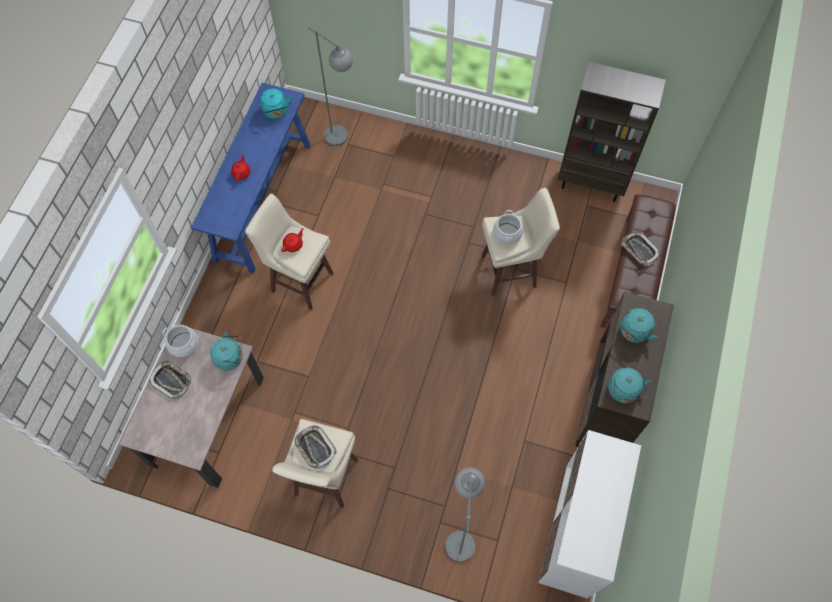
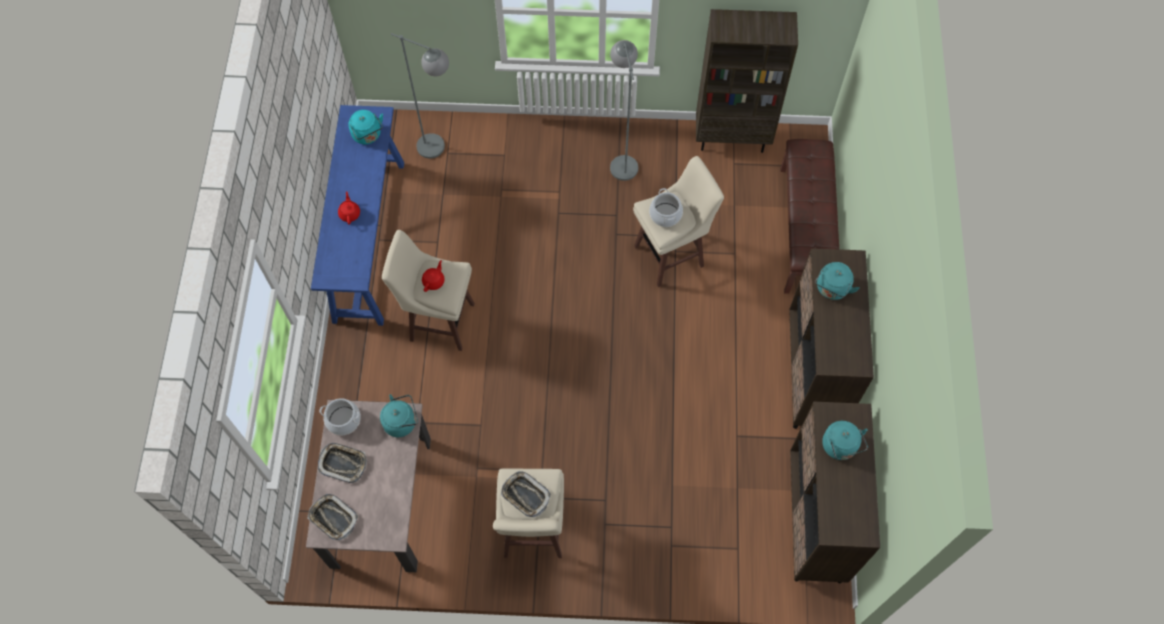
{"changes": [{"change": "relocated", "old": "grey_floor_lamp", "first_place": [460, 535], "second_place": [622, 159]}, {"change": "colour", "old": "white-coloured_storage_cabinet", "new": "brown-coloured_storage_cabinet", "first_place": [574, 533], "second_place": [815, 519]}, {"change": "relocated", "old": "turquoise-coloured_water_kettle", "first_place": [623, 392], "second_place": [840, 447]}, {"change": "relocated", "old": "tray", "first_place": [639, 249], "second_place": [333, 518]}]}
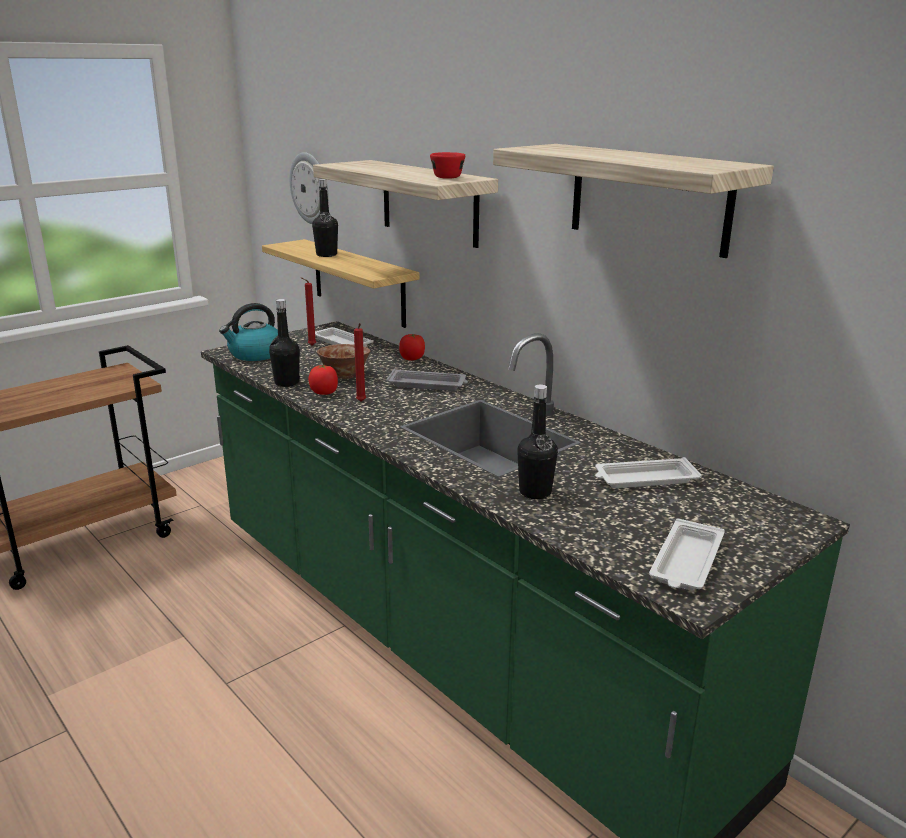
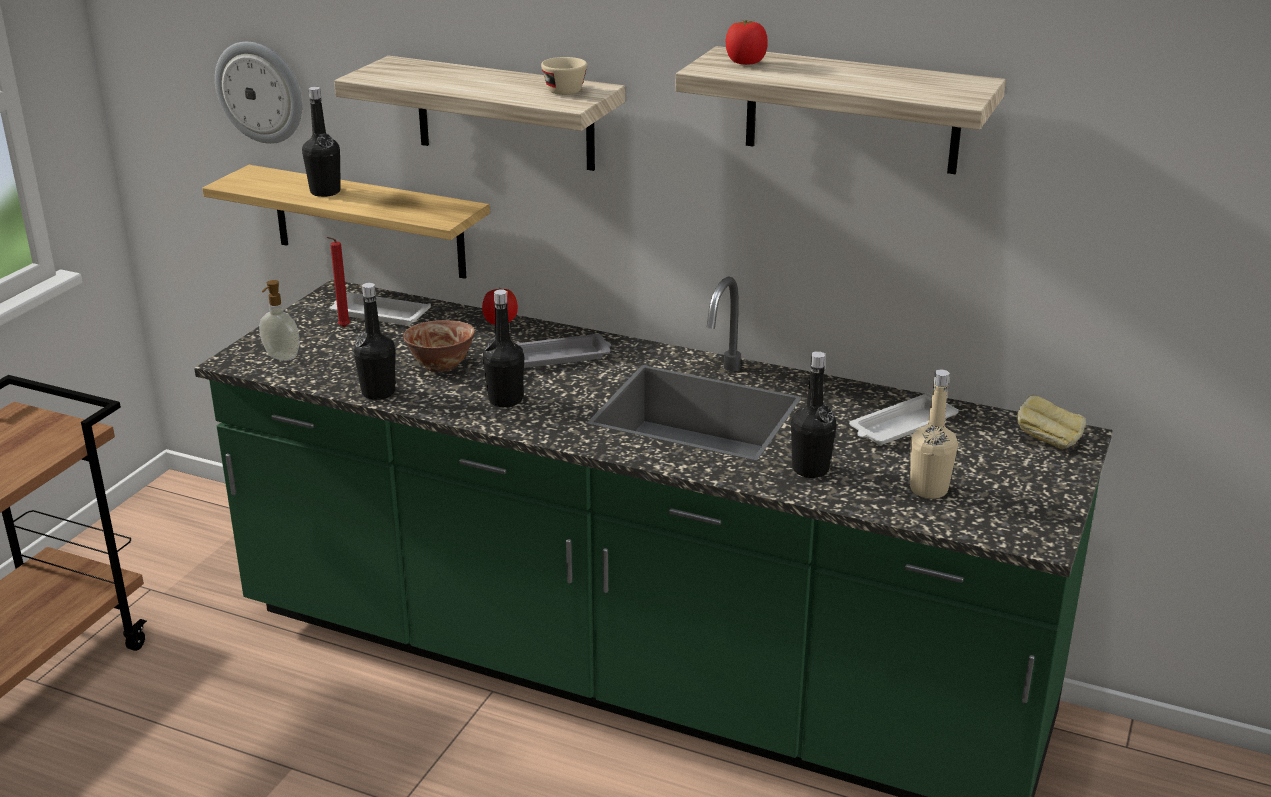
{"changes": [{"change": "exchanged", "old": "water_kettle", "new": "soap_bottle", "first_place": [255, 354], "second_place": [281, 357]}, {"change": "relocated", "old": "whole_tomato", "first_place": [324, 393], "second_place": [745, 63]}, {"change": "exchanged", "old": "red_candle", "new": "black-coloured_beverage_bottle", "first_place": [361, 402], "second_place": [505, 400]}, {"change": "colour", "old": "red_drinking_cup", "new": "sand-coloured_drinking_cup", "first_place": [447, 177], "second_place": [561, 90]}, {"change": "missing", "old": "white-coloured_tray", "first_place": [686, 562]}, {"change": "appeared", "new": "sand-coloured_beverage_bottle", "second_place": [928, 489]}, {"change": "appeared", "new": "baked_bread", "second_place": [1047, 441]}]}
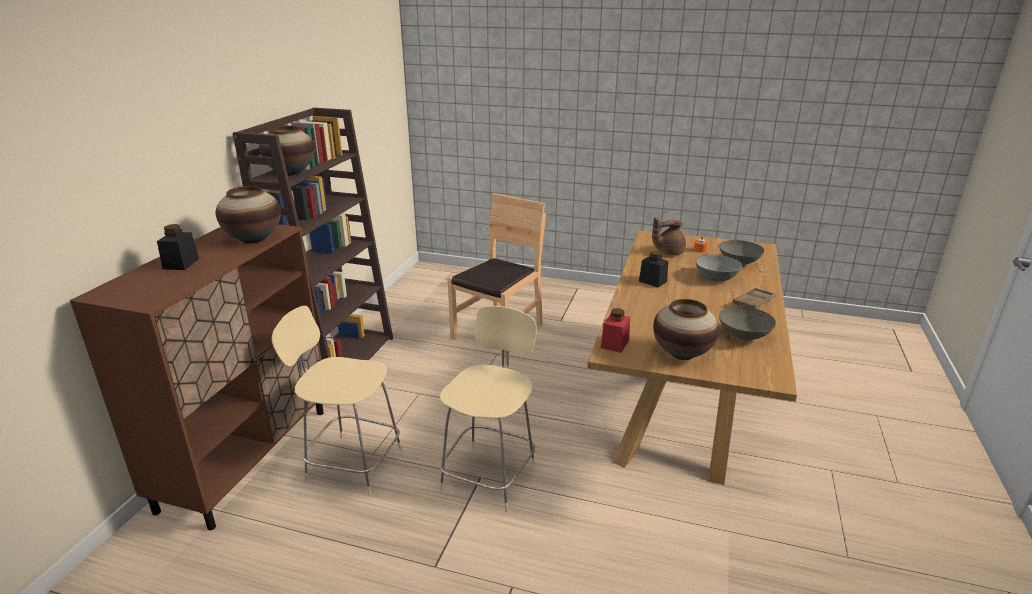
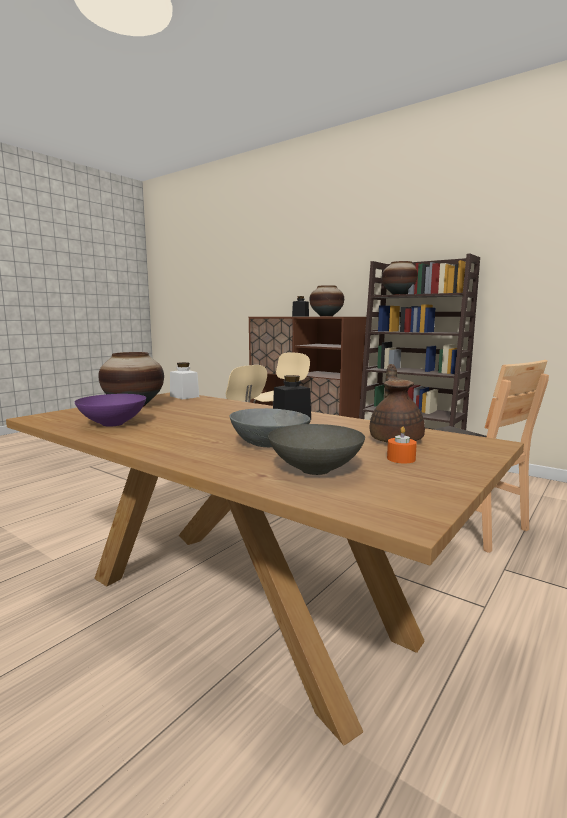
{"changes": [{"change": "colour", "old": "red_storage_jar", "new": "white-coloured_storage_jar", "first_place": [615, 344], "second_place": [184, 396]}, {"change": "colour", "old": "grey_serving_bowl", "new": "purple-coloured_serving_bowl", "first_place": [743, 336], "second_place": [114, 424]}, {"change": "missing", "old": "brown-coloured_tray", "first_place": [754, 302]}]}
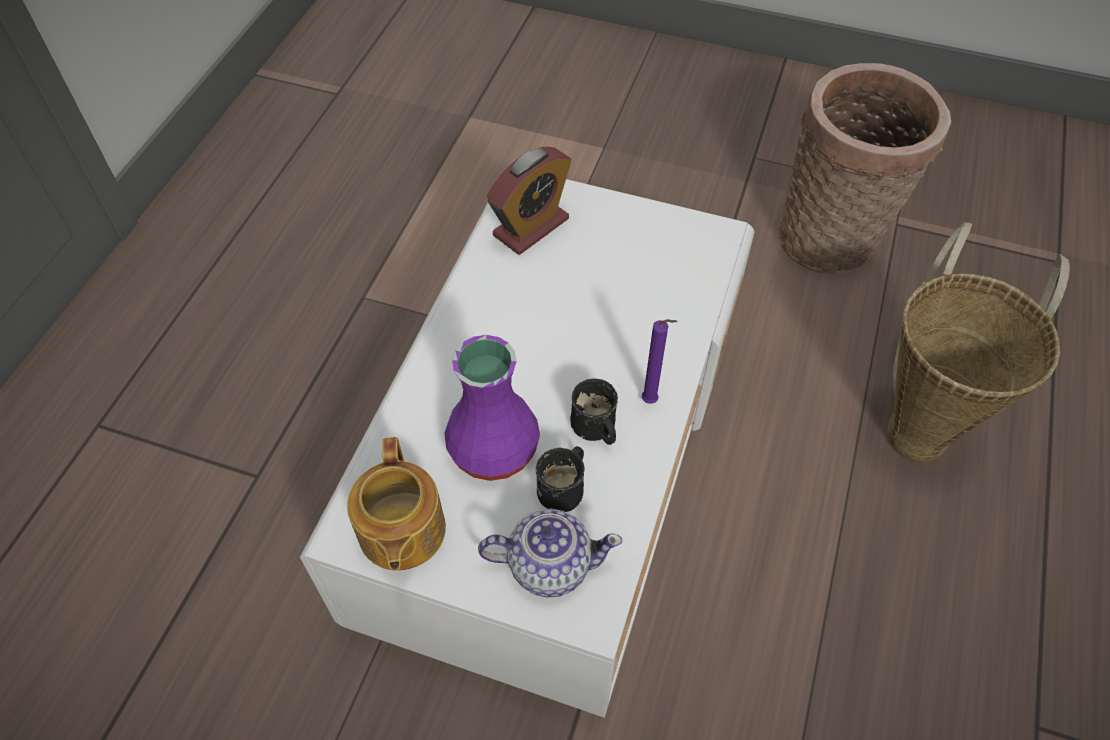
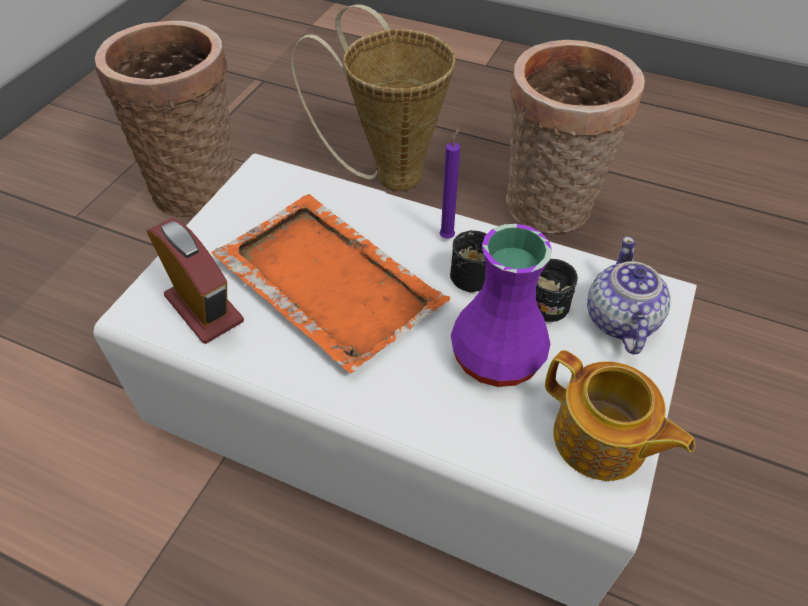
{"changes": [{"change": "spun", "old": "tea_pot", "first_place": [400, 532], "second_place": [600, 440], "degrees": 45}, {"change": "appeared", "new": "orange_tray", "second_place": [327, 281]}, {"change": "appeared", "new": "household_basket", "second_place": [549, 209]}]}
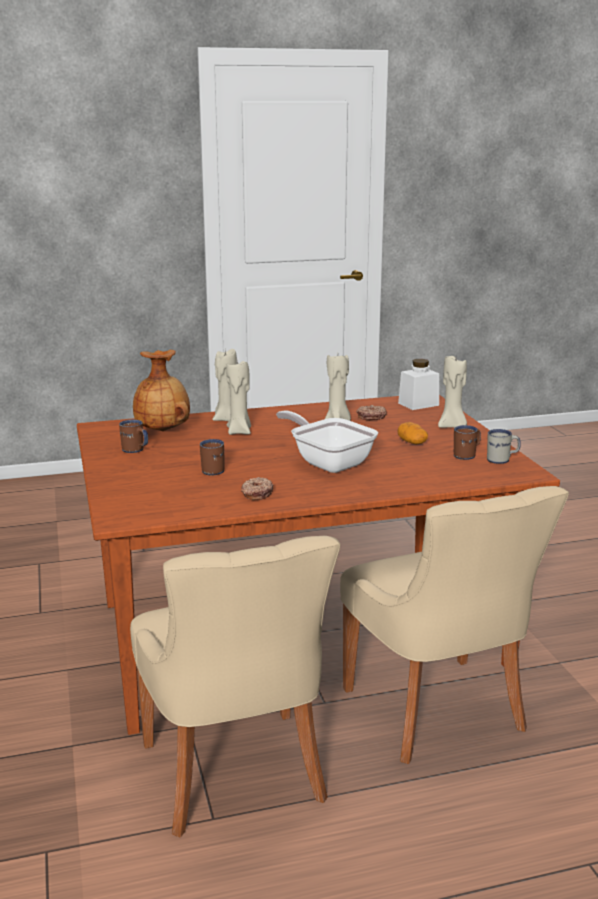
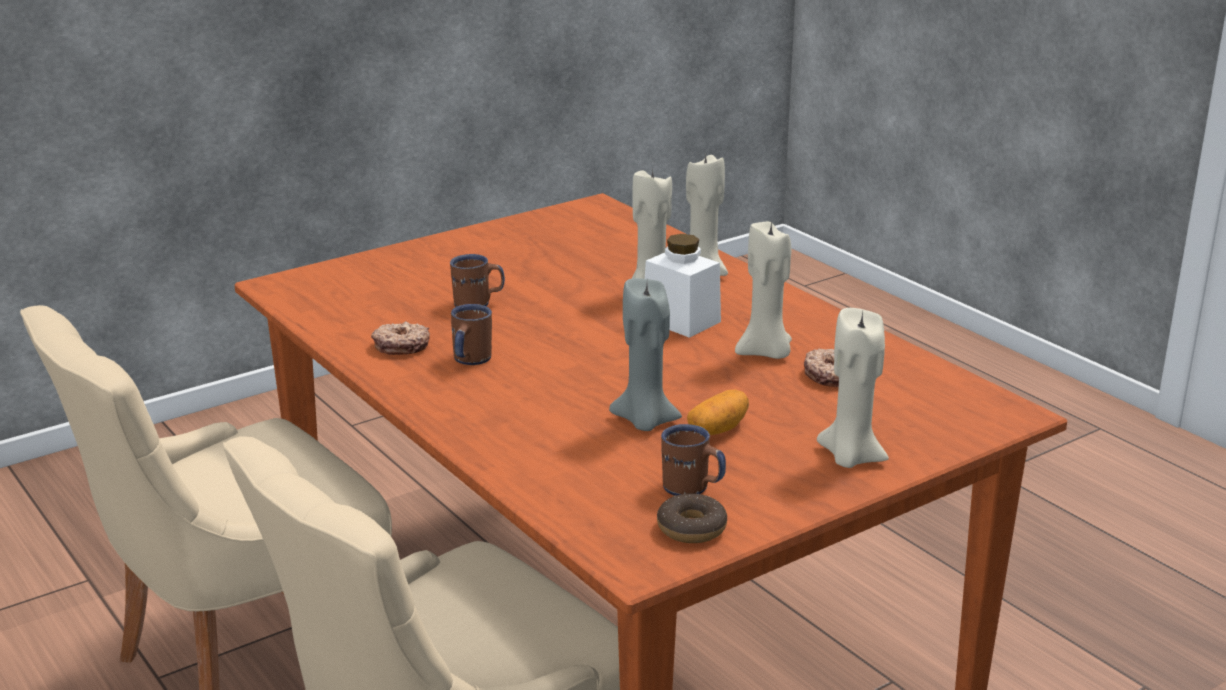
{"changes": [{"change": "relocated", "old": "brown-coloured_coffee_mug", "first_place": [135, 451], "second_place": [469, 361]}, {"change": "missing", "old": "brown-coloured_flower_vase", "first_place": [163, 430]}, {"change": "missing", "old": "skillet", "first_place": [328, 462]}, {"change": "relocated", "old": "white-coloured_storage_jar", "first_place": [418, 404], "second_place": [681, 320]}, {"change": "exchanged", "old": "white-coloured_coffee_mug", "new": "doughnut", "first_place": [502, 460], "second_place": [691, 528]}, {"change": "appeared", "new": "grey_candle", "second_place": [645, 421]}]}
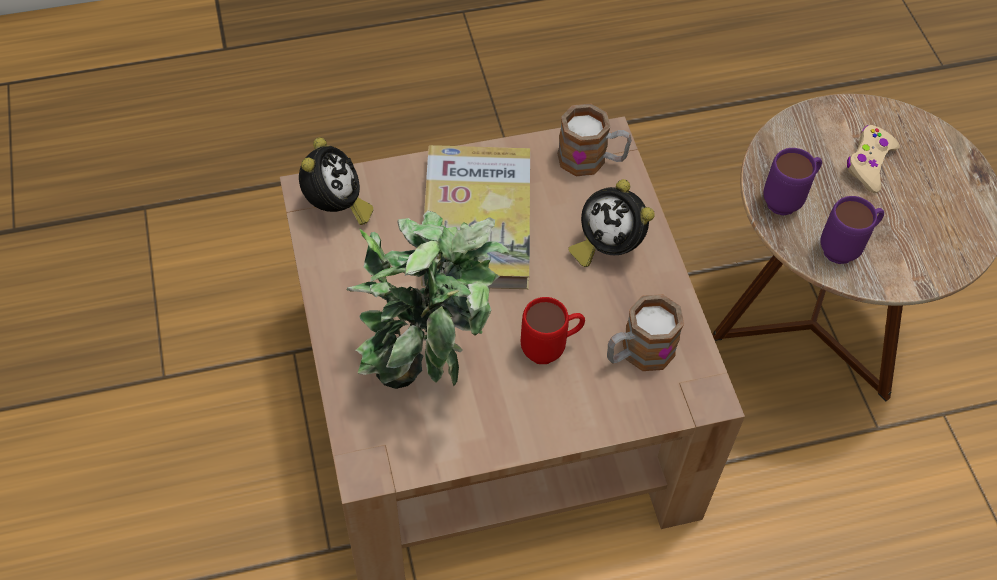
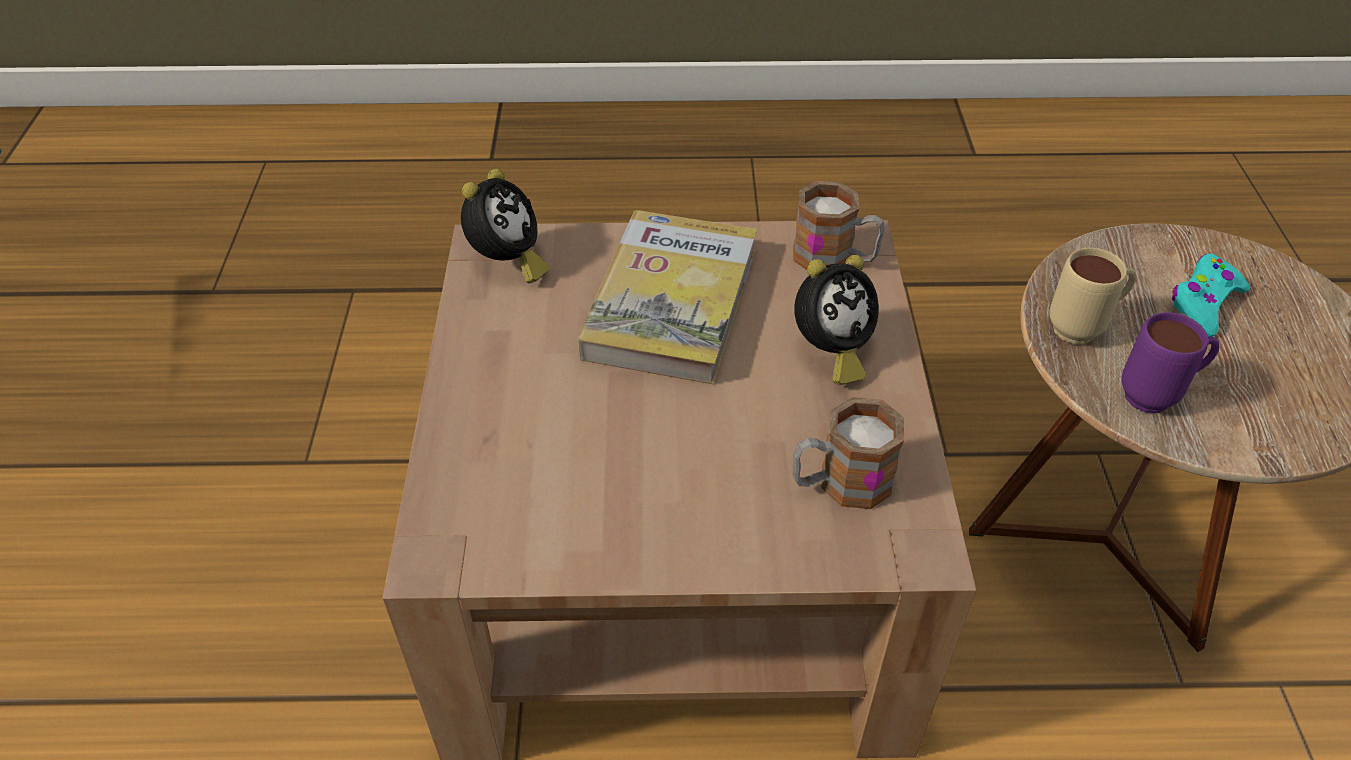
{"changes": [{"change": "missing", "old": "plant_in_a_pot", "first_place": [429, 372]}, {"change": "missing", "old": "red_coffee_mug", "first_place": [551, 349]}, {"change": "spun", "old": "alarm_clock", "first_place": [607, 246], "second_place": [830, 352], "degrees": -90}, {"change": "colour", "old": "purple-coloured_coffee_mug", "new": "sand-coloured_coffee_mug", "first_place": [788, 200], "second_place": [1084, 328]}, {"change": "colour", "old": "sand-coloured_gamepad", "new": "turquoise-coloured_gamepad", "first_place": [869, 163], "second_place": [1204, 303]}]}
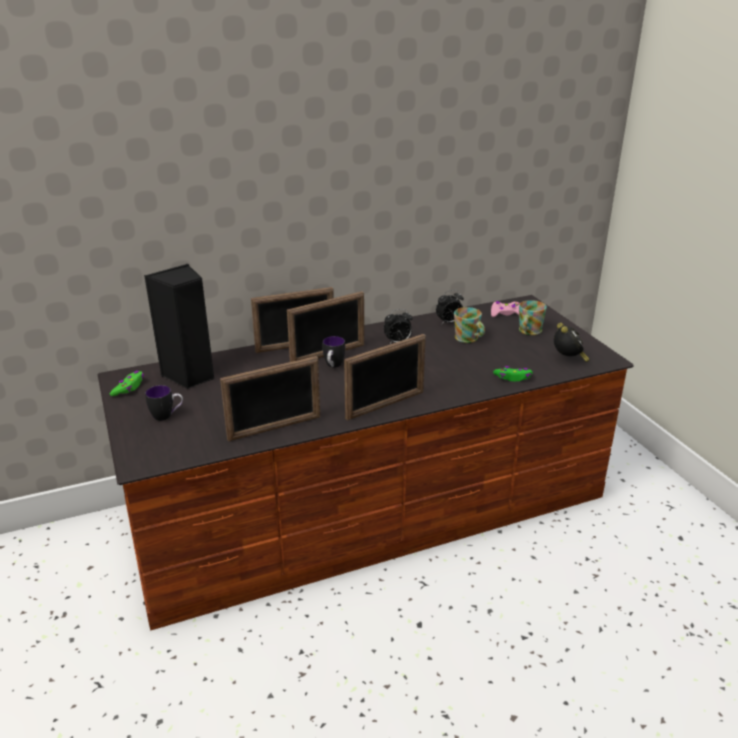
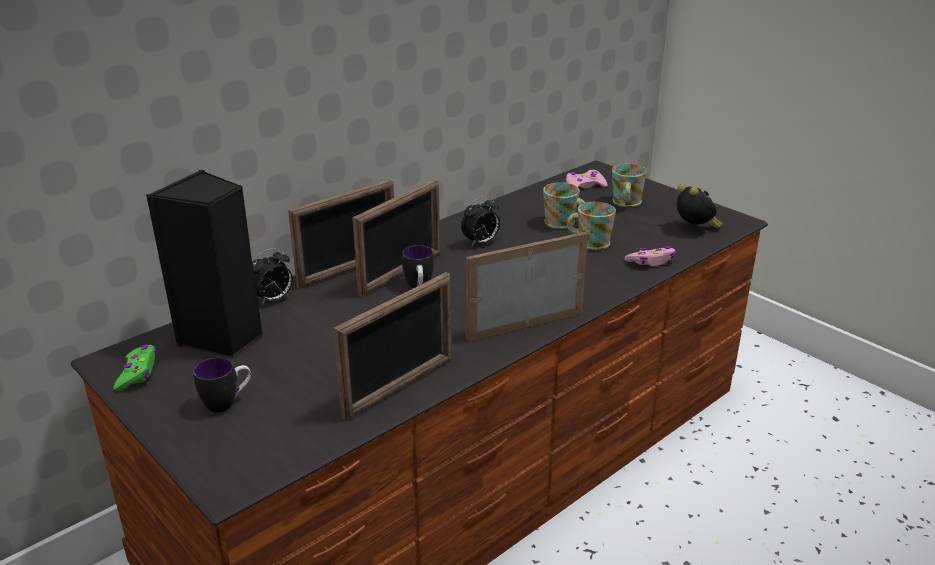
{"changes": [{"change": "spun", "old": "photo_frame", "first_place": [385, 405], "second_place": [524, 325], "degrees": -150}, {"change": "relocated", "old": "alarm_clock", "first_place": [449, 322], "second_place": [273, 299]}, {"change": "colour", "old": "green-coloured_gamepad", "new": "pink_gamepad", "first_place": [513, 378], "second_place": [651, 261]}, {"change": "appeared", "new": "coffee_mug", "second_place": [589, 242]}]}
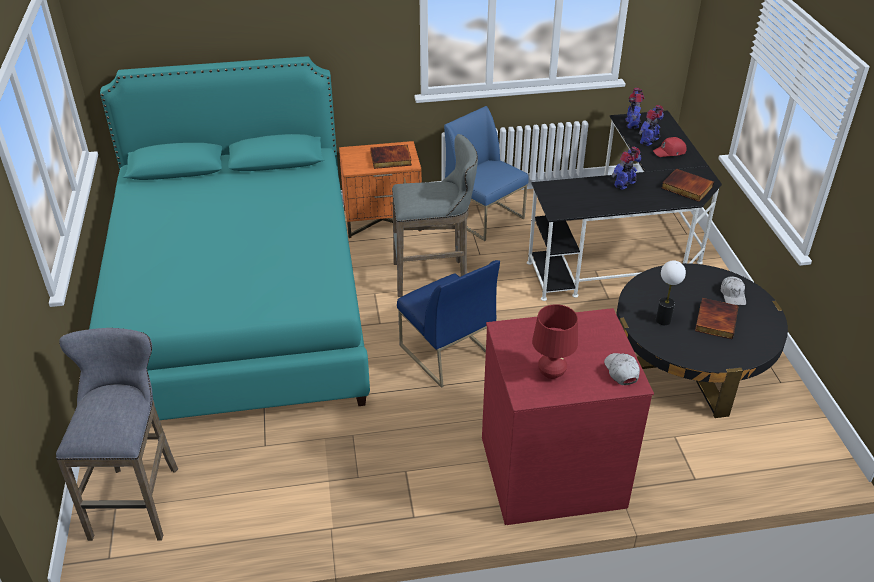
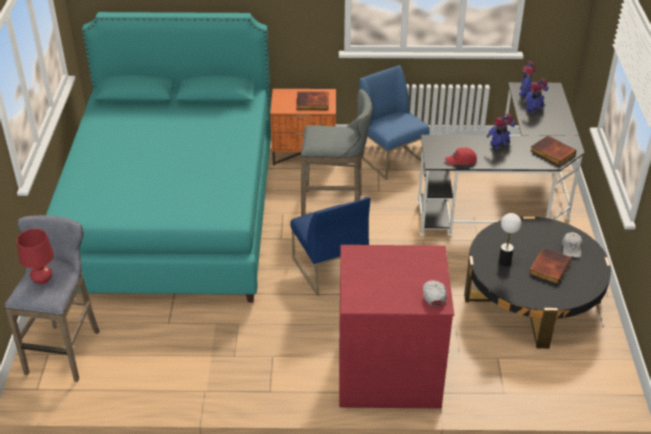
{"changes": [{"change": "relocated", "old": "red_table_lamp", "first_place": [551, 373], "second_place": [42, 280]}, {"change": "relocated", "old": "red_peaked_cap", "first_place": [669, 152], "second_place": [461, 160]}]}
